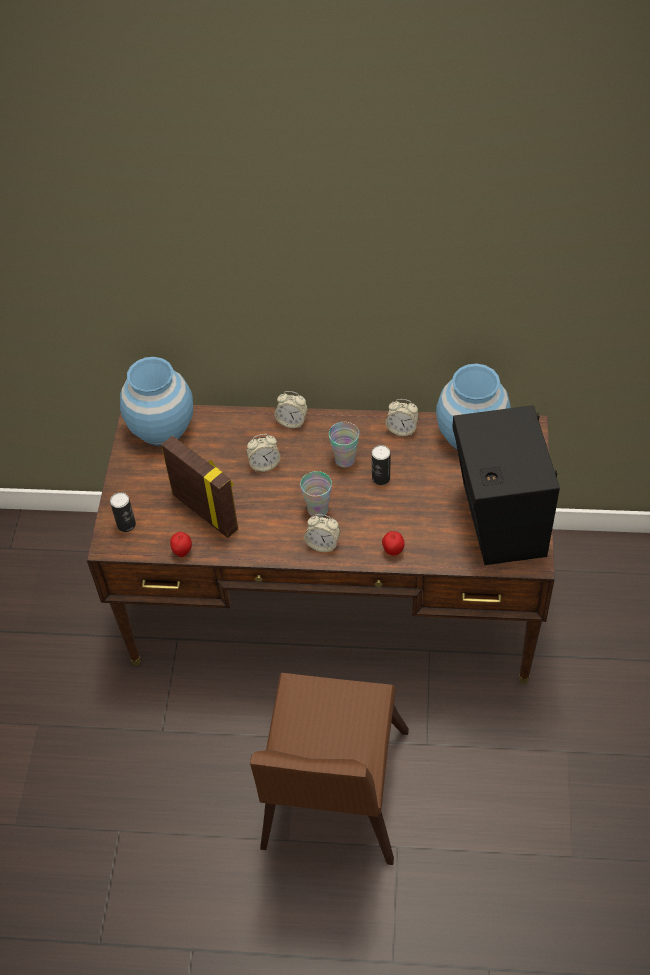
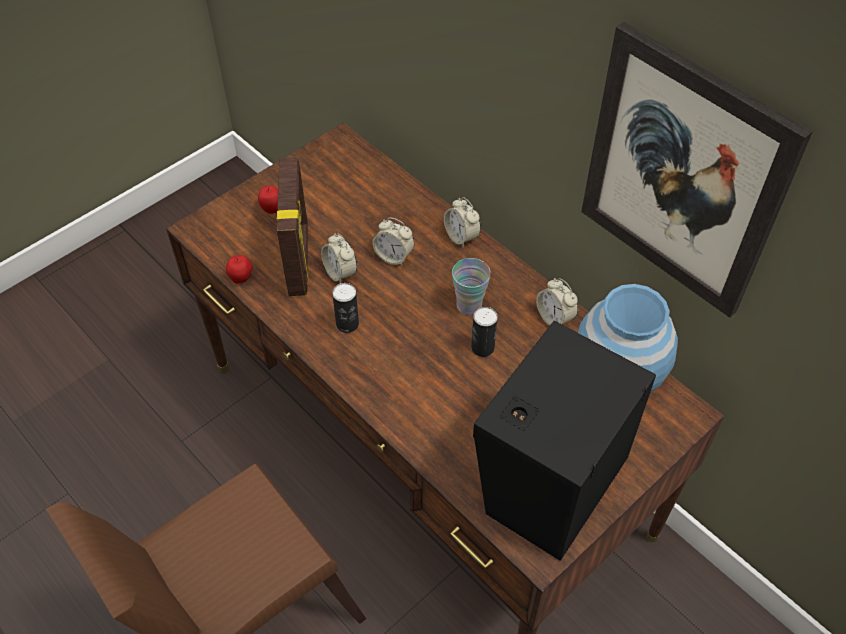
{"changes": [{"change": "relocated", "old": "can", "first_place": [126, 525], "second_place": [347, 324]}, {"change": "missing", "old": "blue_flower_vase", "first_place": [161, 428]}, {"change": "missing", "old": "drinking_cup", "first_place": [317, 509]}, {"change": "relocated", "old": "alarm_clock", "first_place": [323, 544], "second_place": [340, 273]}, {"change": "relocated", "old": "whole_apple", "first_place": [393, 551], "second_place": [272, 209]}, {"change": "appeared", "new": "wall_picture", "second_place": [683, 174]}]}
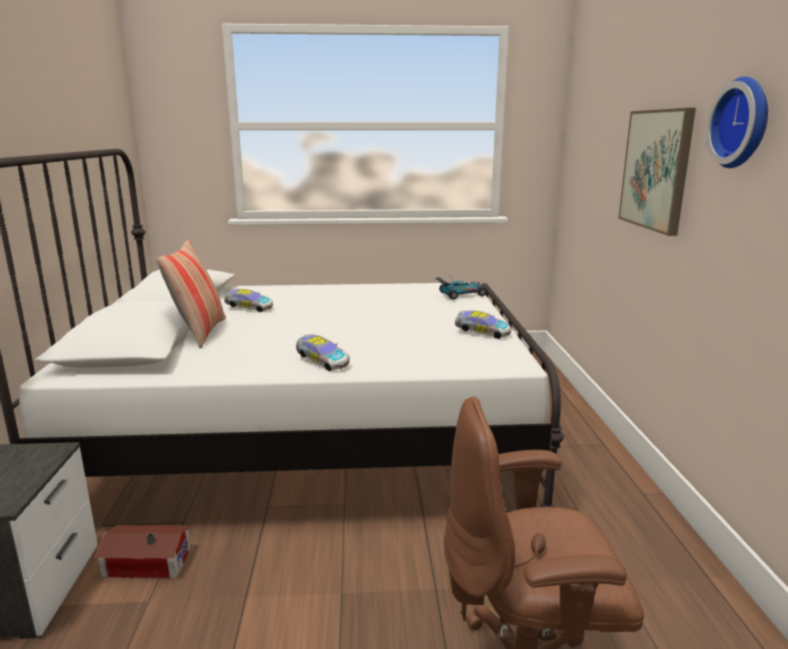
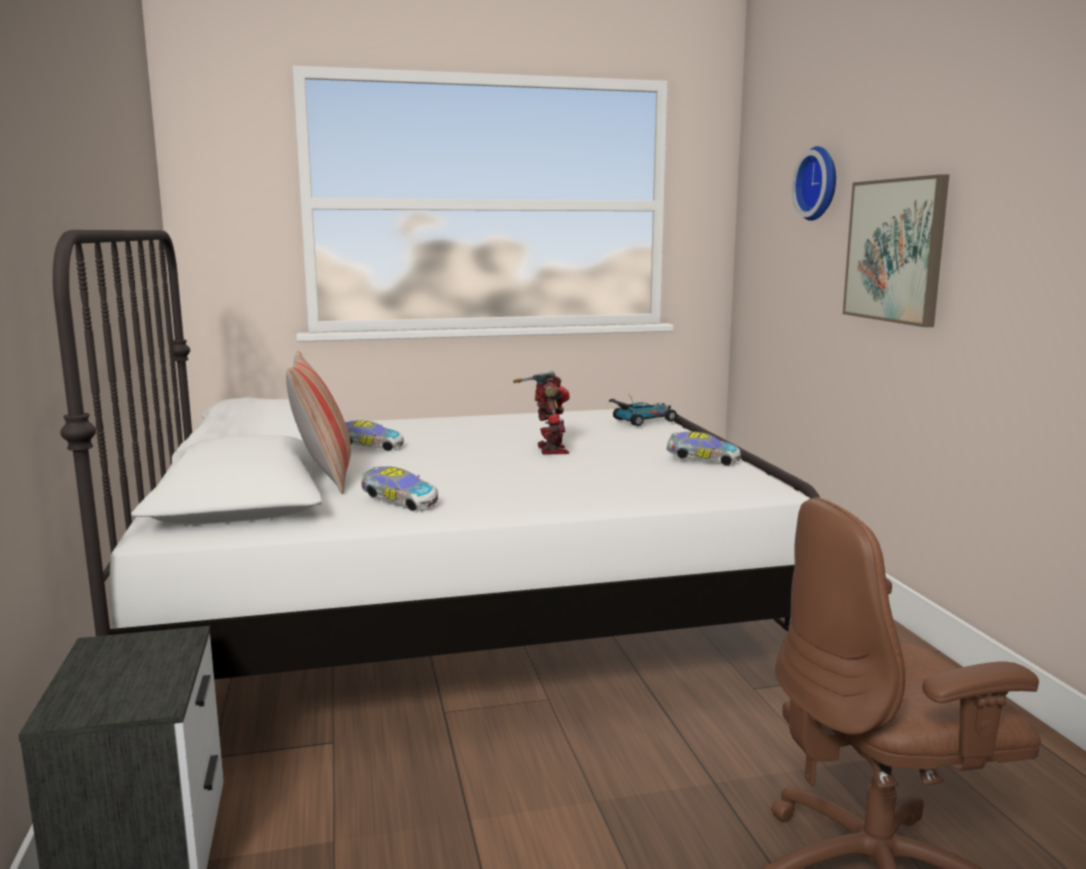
{"changes": [{"change": "missing", "old": "model_house", "first_place": [146, 561]}, {"change": "relocated", "old": "model_car", "first_place": [321, 362], "second_place": [398, 502]}, {"change": "relocated", "old": "wall_clock", "first_place": [743, 123], "second_place": [820, 183]}, {"change": "appeared", "new": "toy_robot", "second_place": [549, 450]}]}
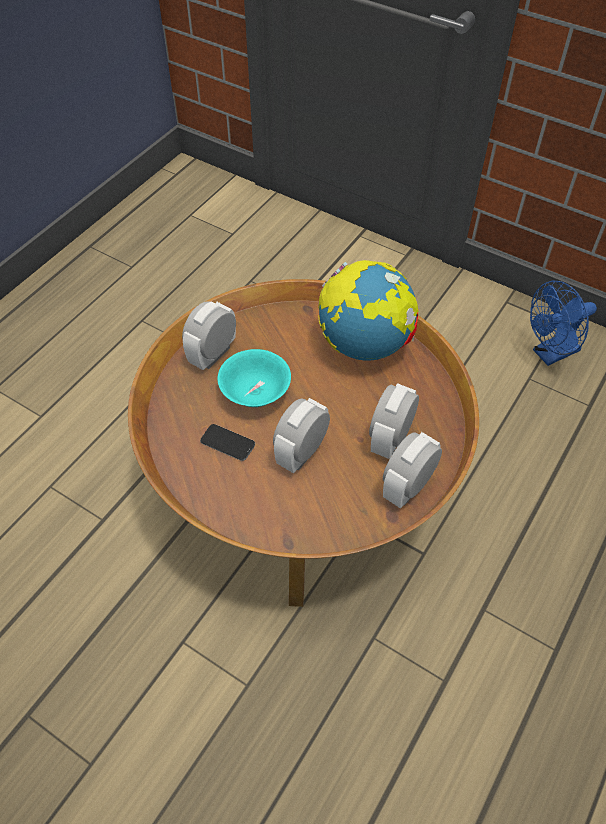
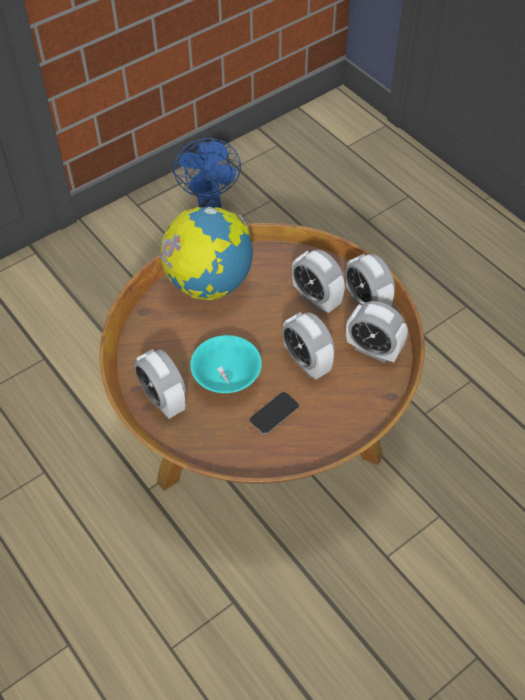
{"changes": [{"change": "appeared", "new": "alarm_clock", "second_place": [373, 350]}]}
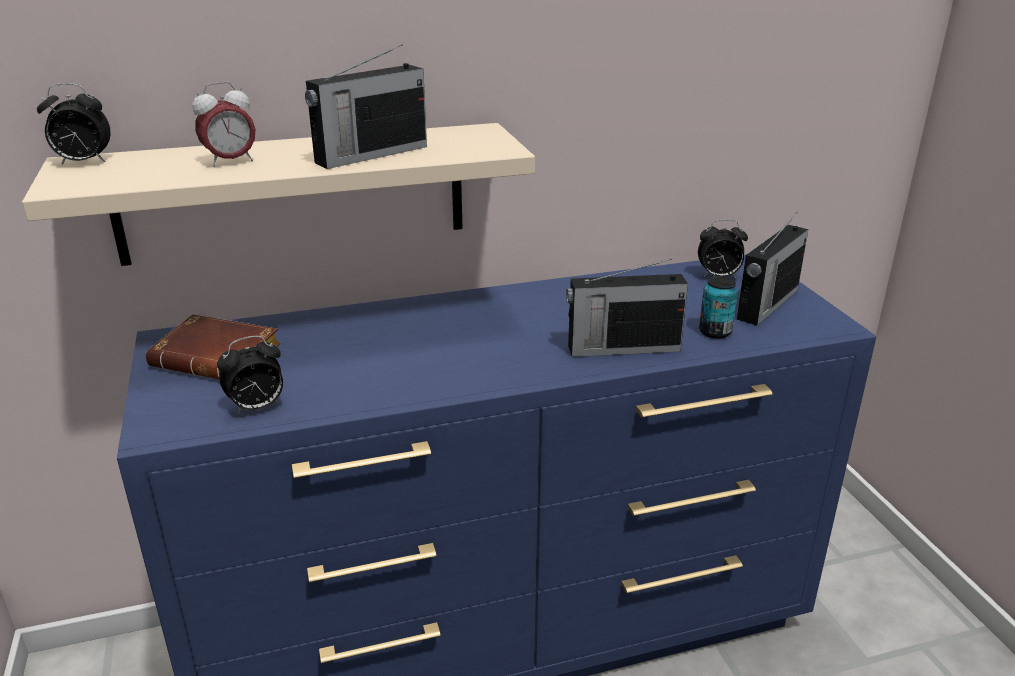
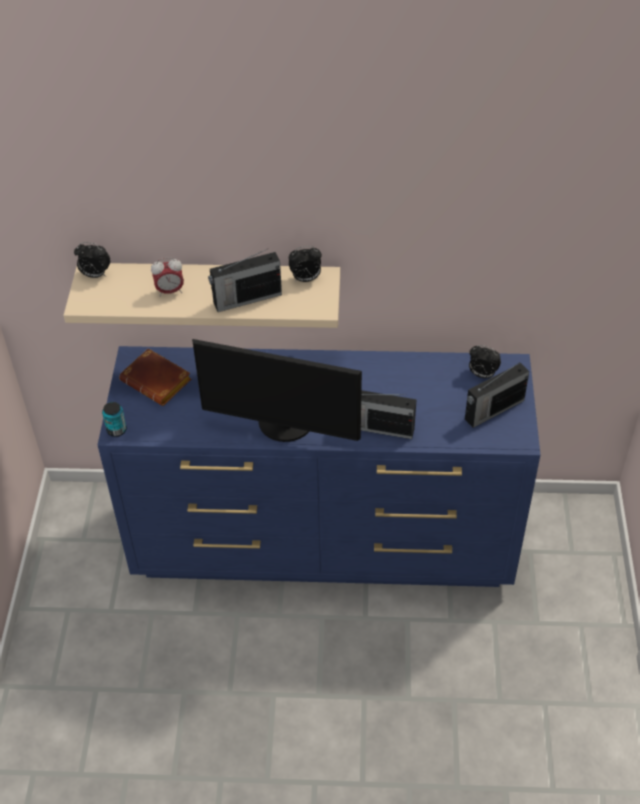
{"changes": [{"change": "relocated", "old": "alarm_clock", "first_place": [257, 408], "second_place": [305, 279]}, {"change": "relocated", "old": "can", "first_place": [715, 332], "second_place": [116, 430]}, {"change": "appeared", "new": "monitor", "second_place": [284, 425]}]}
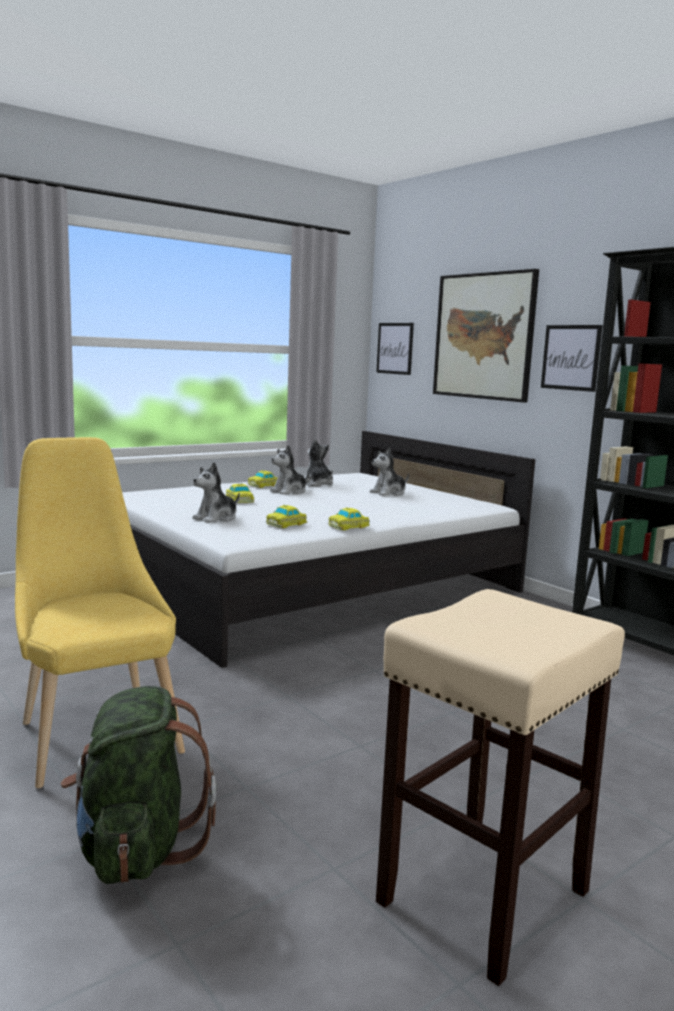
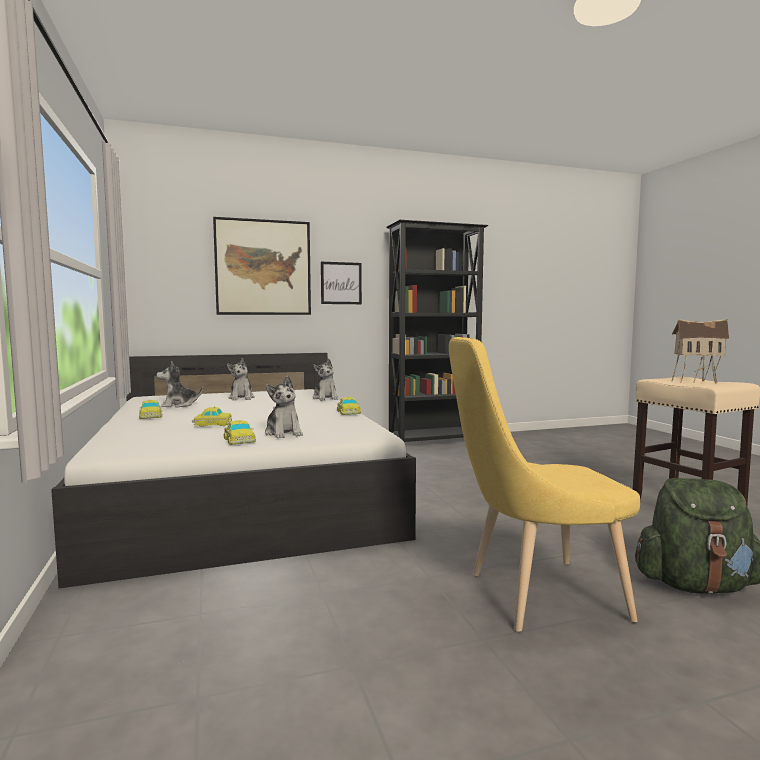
{"changes": [{"change": "relocated", "old": "model_car", "first_place": [287, 524], "second_place": [239, 440]}, {"change": "relocated", "old": "plush_toy", "first_place": [289, 491], "second_place": [325, 398]}, {"change": "missing", "old": "wall_picture", "first_place": [395, 348]}, {"change": "appeared", "new": "model_house", "second_place": [695, 382]}]}
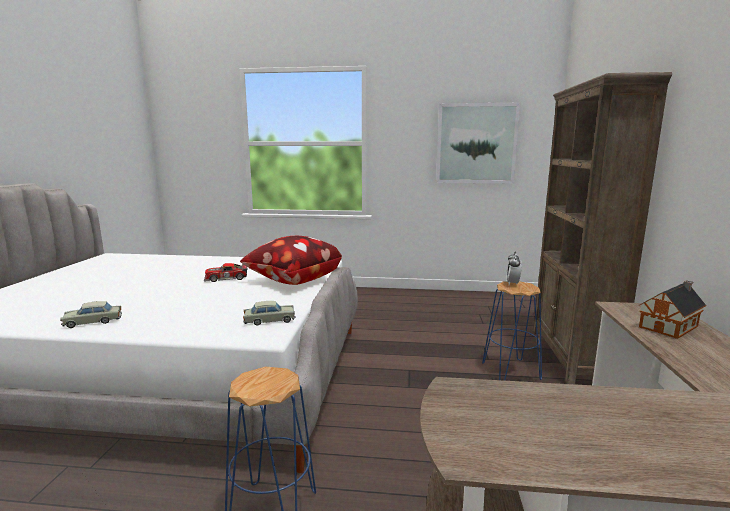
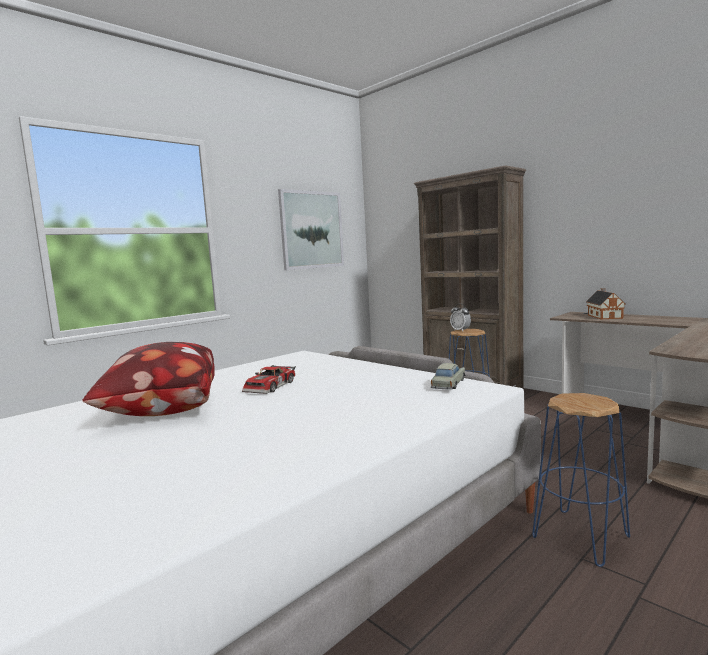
{"changes": [{"change": "missing", "old": "sand-coloured_model_car", "first_place": [93, 322]}, {"change": "relocated", "old": "cushion", "first_place": [292, 280], "second_place": [161, 411]}]}
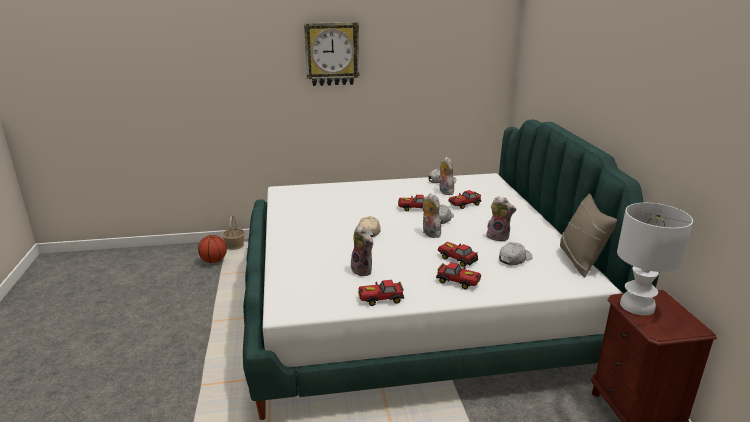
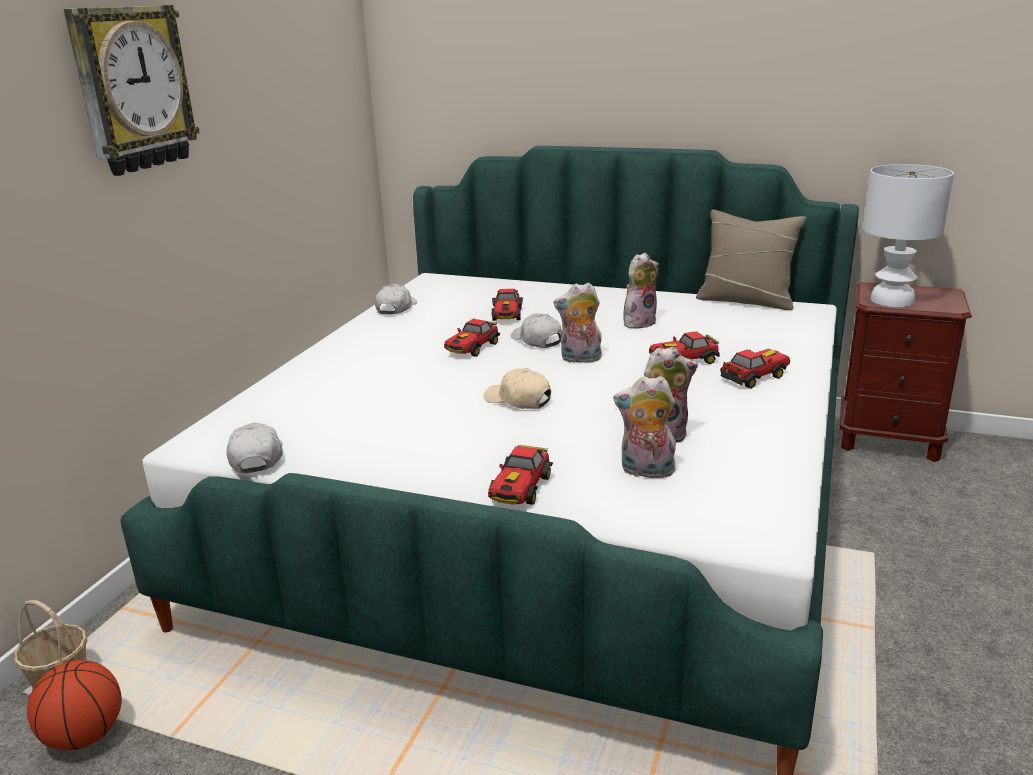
{"changes": [{"change": "relocated", "old": "model_car", "first_place": [380, 299], "second_place": [520, 490]}, {"change": "relocated", "old": "plush_toy", "first_place": [444, 191], "second_place": [646, 472]}, {"change": "relocated", "old": "white-coloured_peaked_cap", "first_place": [514, 259], "second_place": [256, 457]}]}
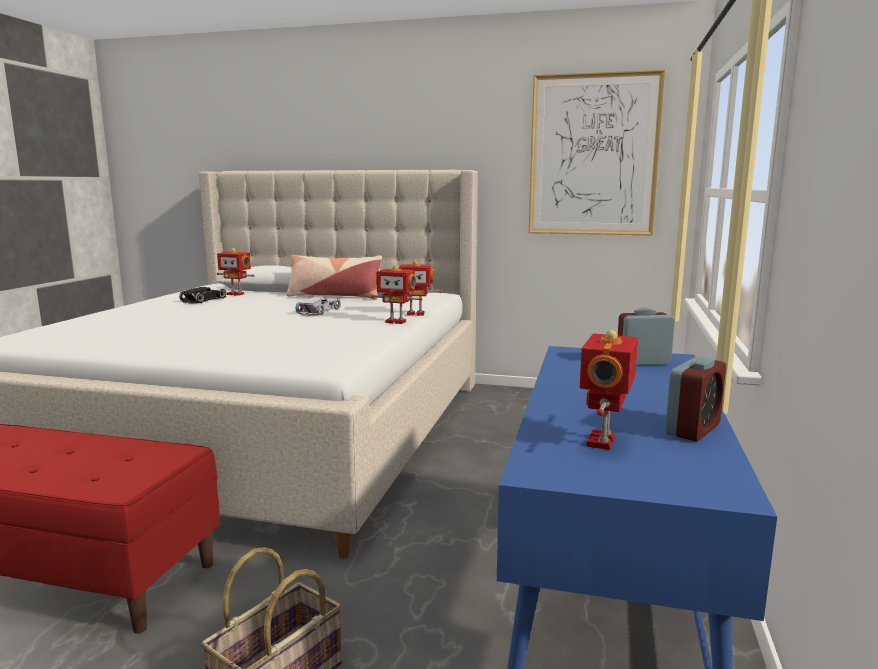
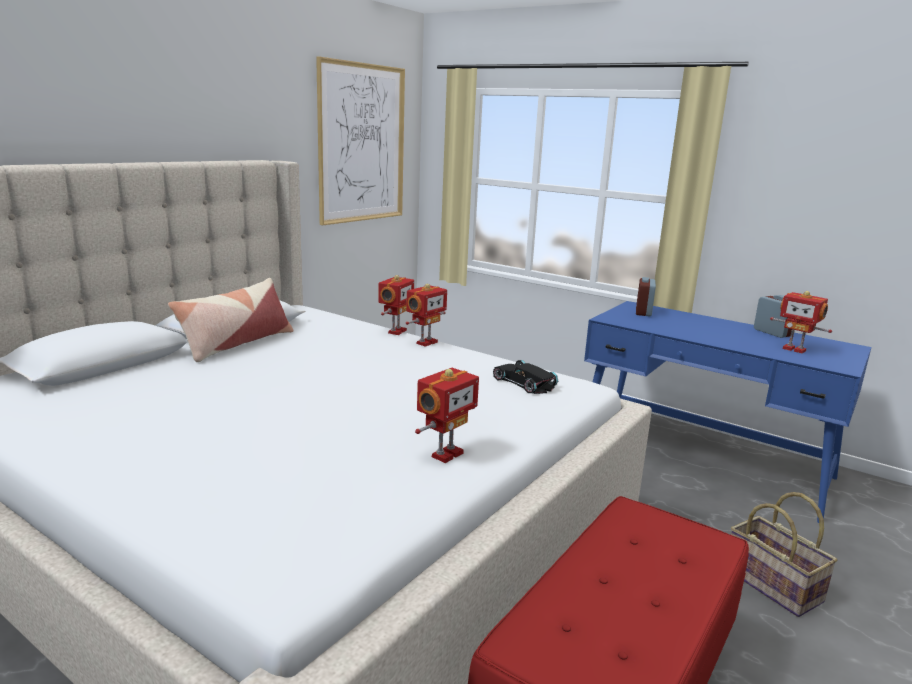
{"changes": [{"change": "relocated", "old": "black-coloured_model_car", "first_place": [204, 299], "second_place": [524, 382]}, {"change": "relocated", "old": "toy_robot", "first_place": [236, 294], "second_place": [445, 454]}, {"change": "missing", "old": "white-coloured_model_car", "first_place": [319, 311]}]}
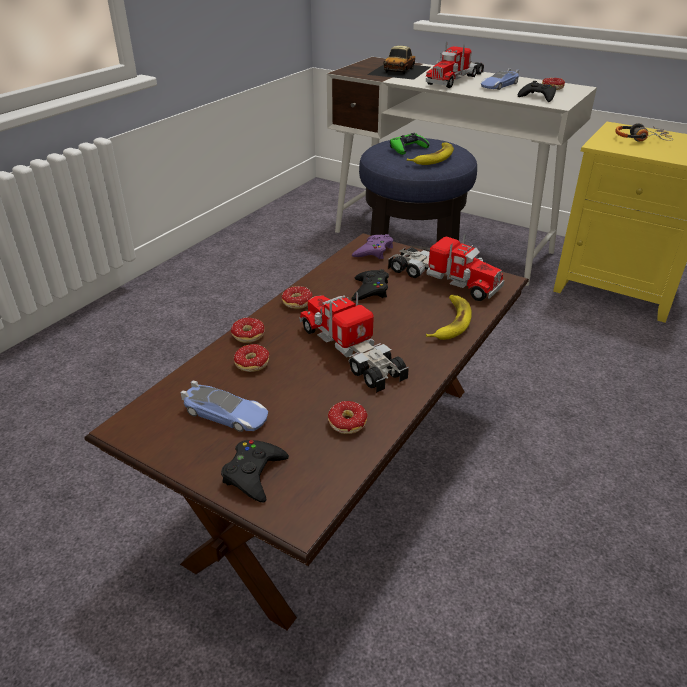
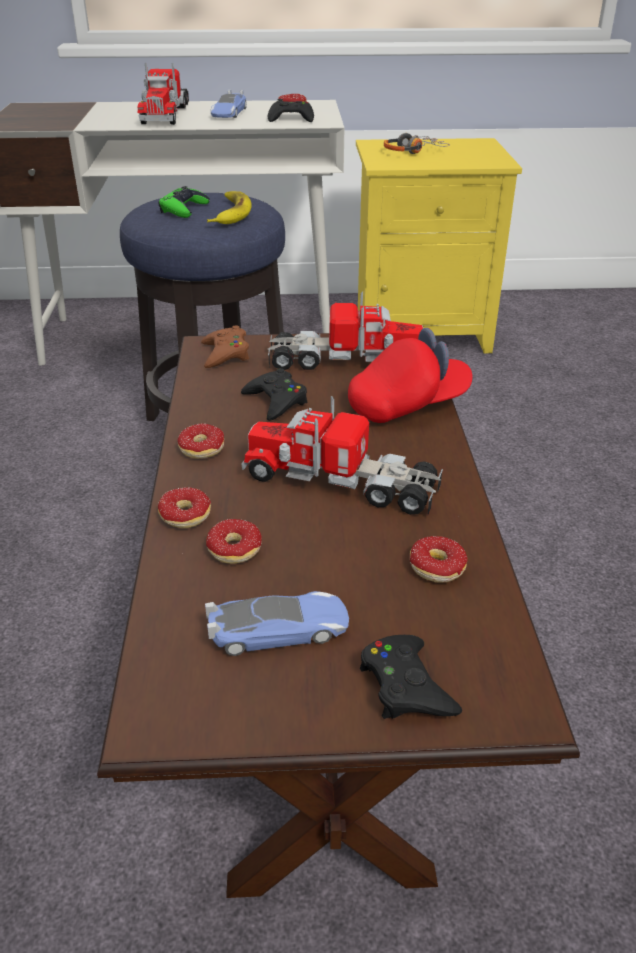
{"changes": [{"change": "colour", "old": "purple-coloured_gamepad", "new": "brown-coloured_gamepad", "first_place": [373, 251], "second_place": [225, 354]}, {"change": "missing", "old": "model_car", "first_place": [400, 70]}, {"change": "exchanged", "old": "banana", "new": "red_peaked_cap", "first_place": [450, 322], "second_place": [408, 405]}]}
